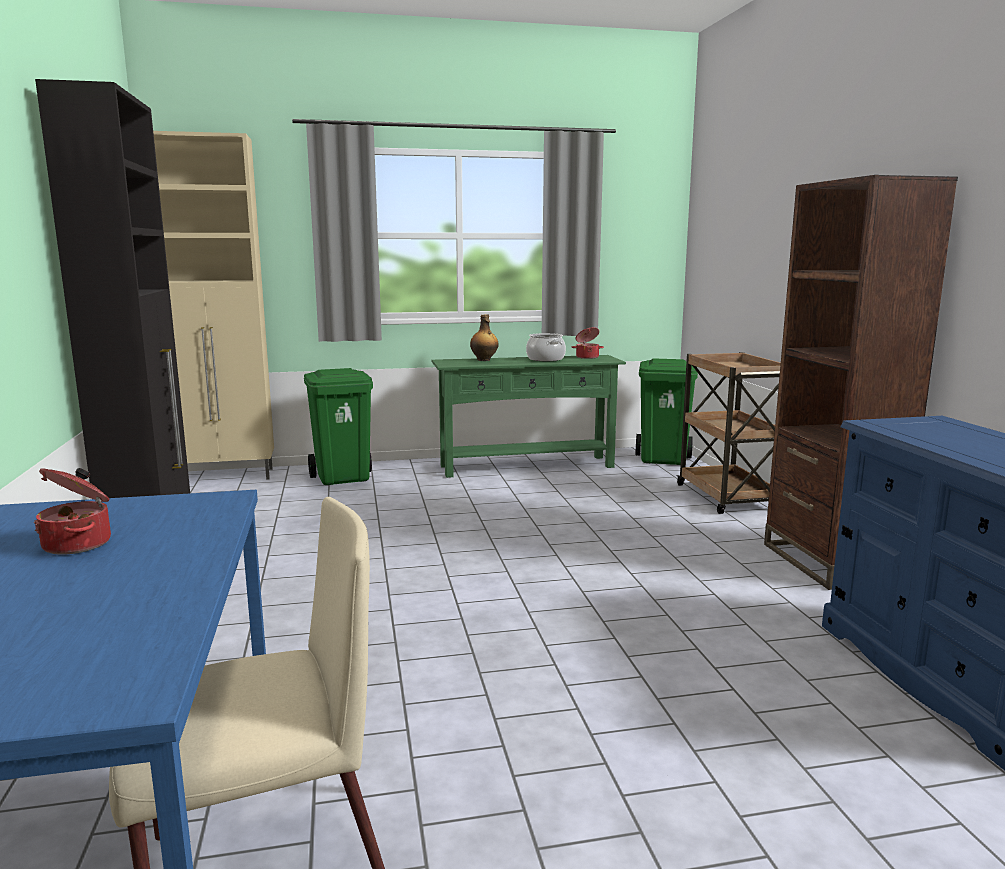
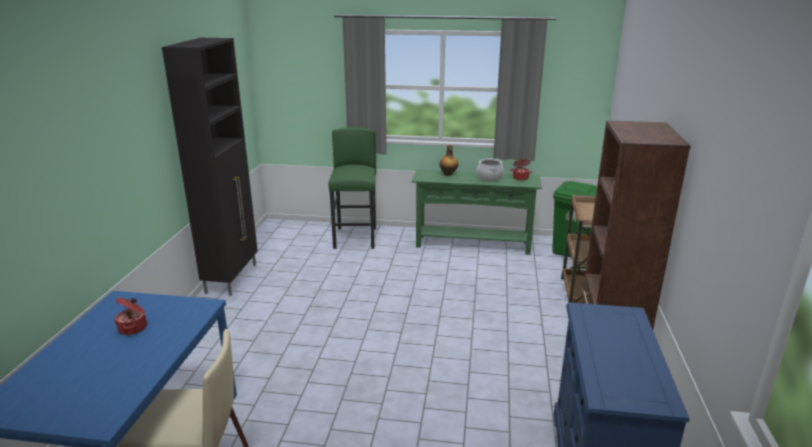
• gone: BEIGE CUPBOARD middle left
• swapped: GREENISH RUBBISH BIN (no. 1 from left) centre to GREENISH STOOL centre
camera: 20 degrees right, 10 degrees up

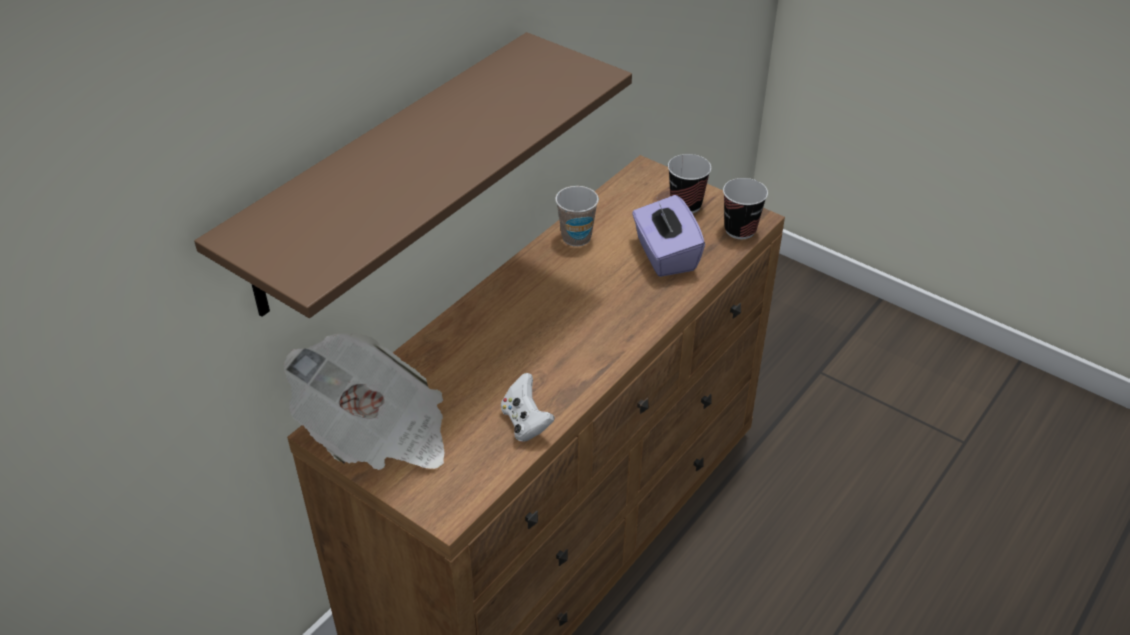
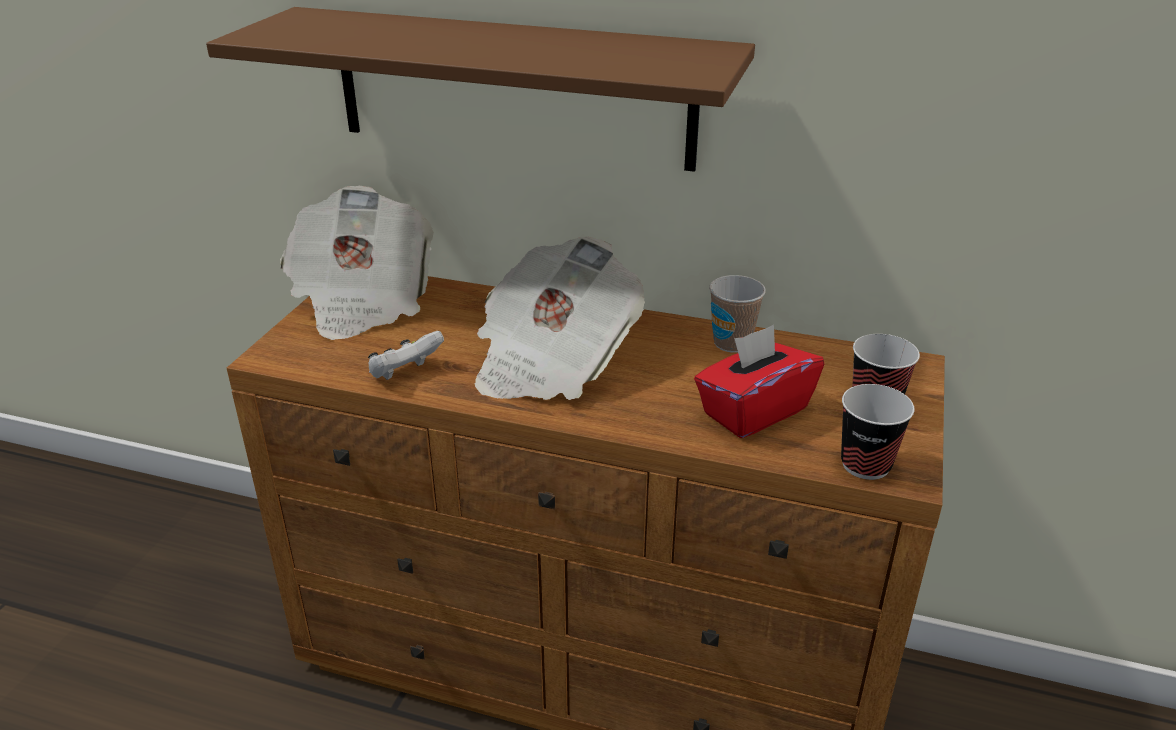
• new: NEWSPAPER (no. 2 from left) centre
• repainted: PURPLISH TISSUE HOLDER centre to RED-COLOURED TISSUE HOLDER centre
camera: 70 degrees right, 10 degrees down

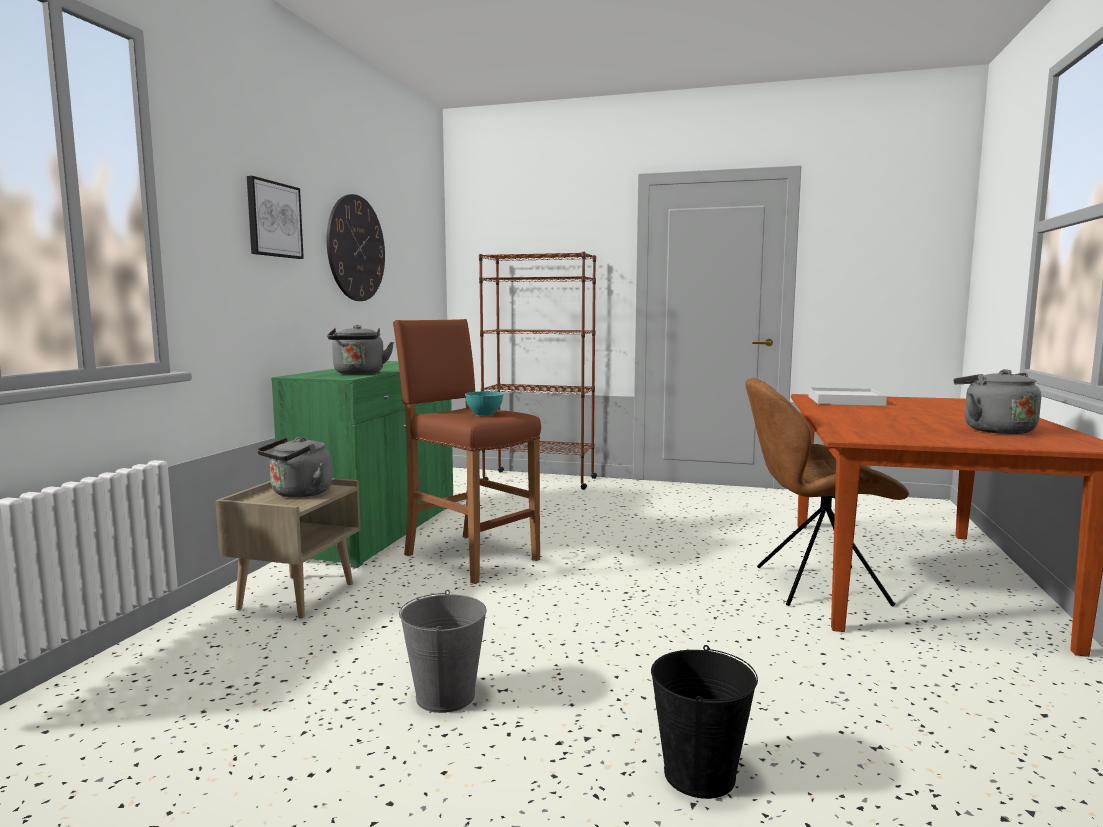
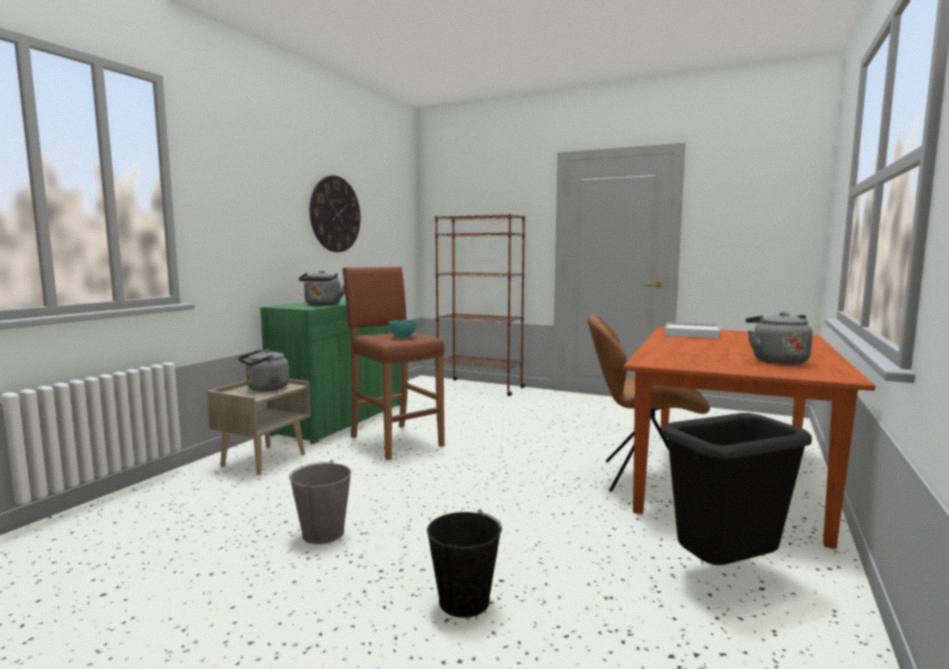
• gone: WALL PICTURE top left
• new: BLACKISH RUBBISH BIN bottom right
camera: 10 degrees right, 0 degrees up

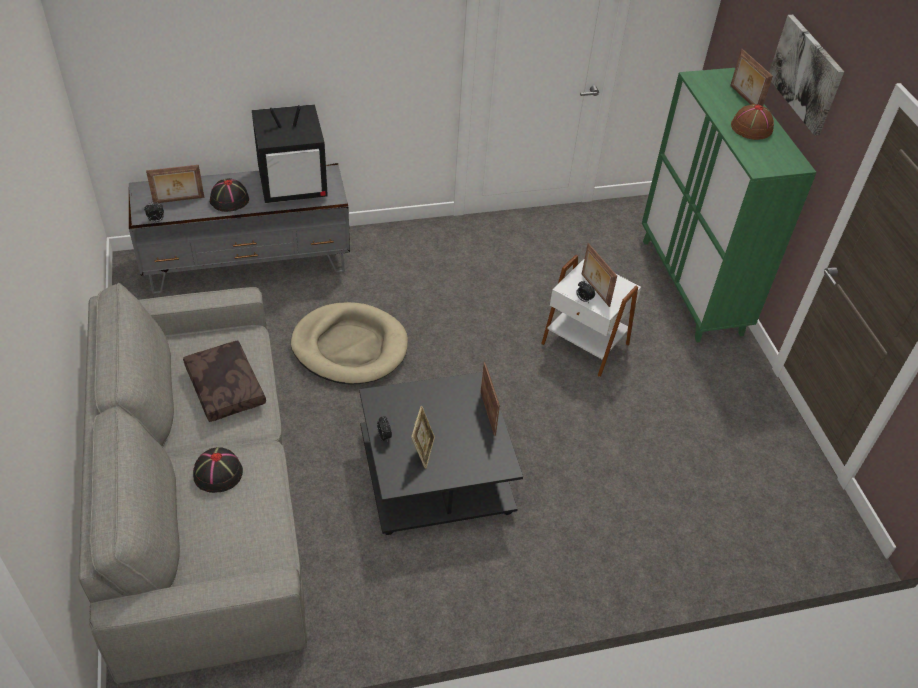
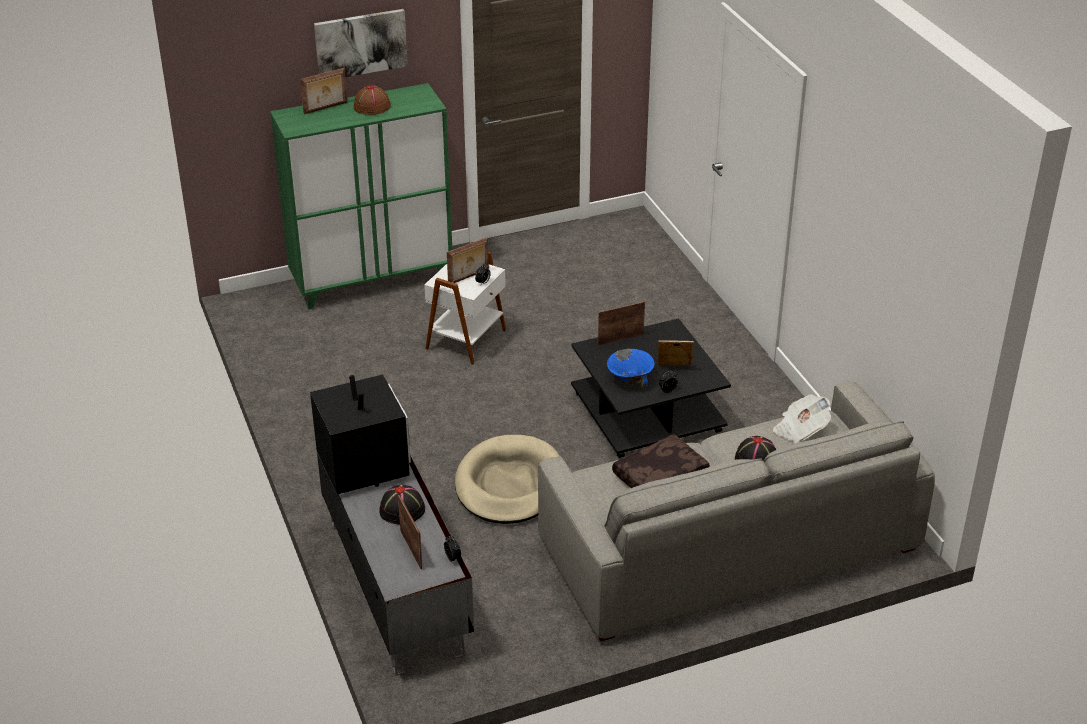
• new: BLUE SERVING BOWL centre
• new: NEWSPAPER middle right
camera: 95 degrees left, 10 degrees down

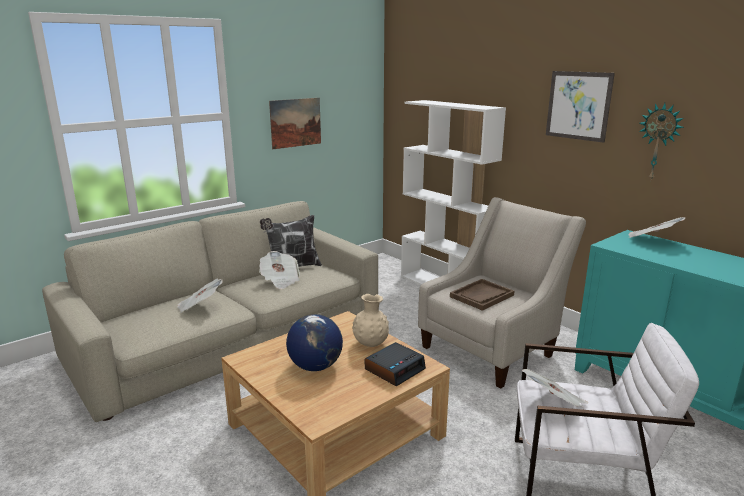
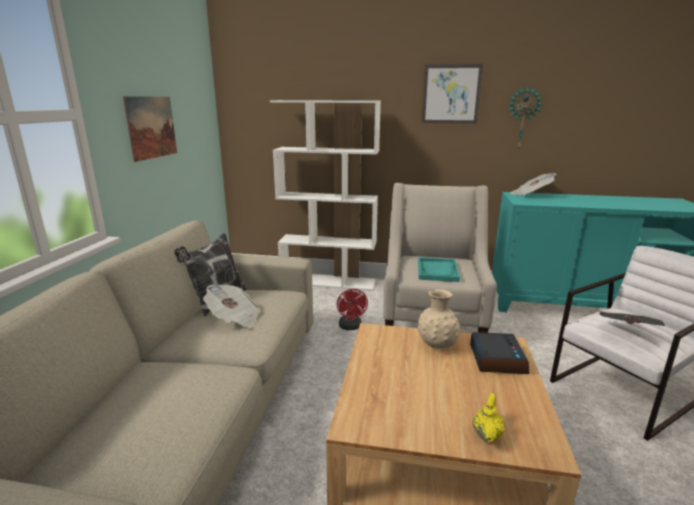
• gone: NEWSPAPER (no. 1 from left) middle left
• gone: GLOBE bottom centre
• new: RED-COLOURED COOLING FAN centre
• new: YELLOW-COLOURED TEA POT bottom right
• repainted: BROWN SERVING TRAY centre to BLUE-GREEN SERVING TRAY centre
camera: 40 degrees left, 0 degrees up

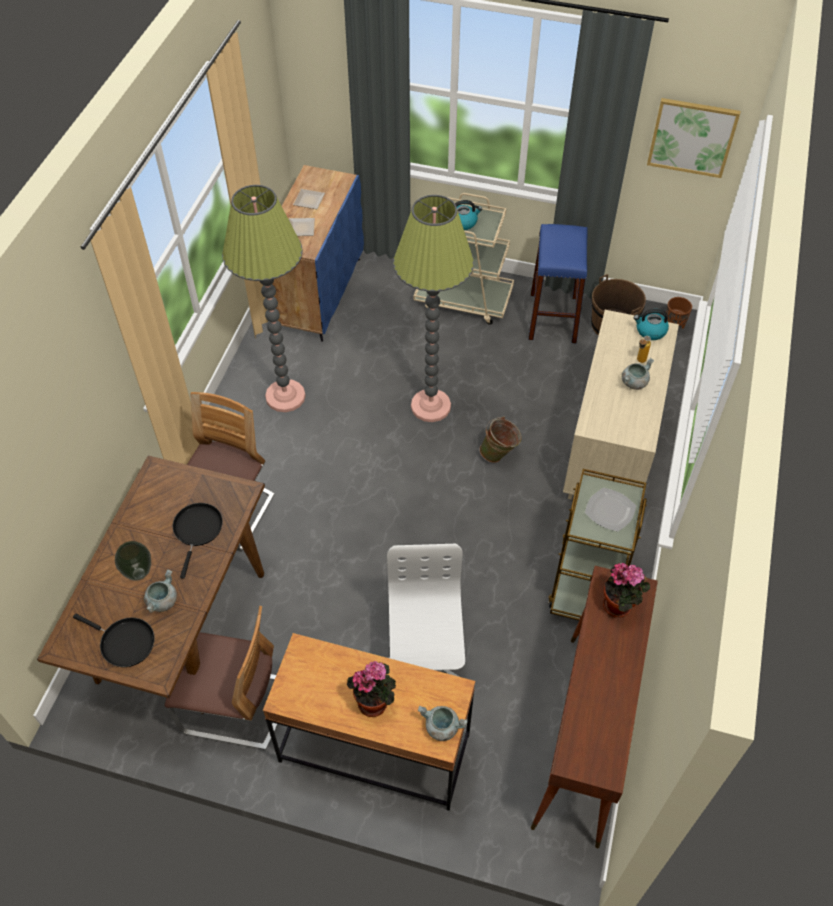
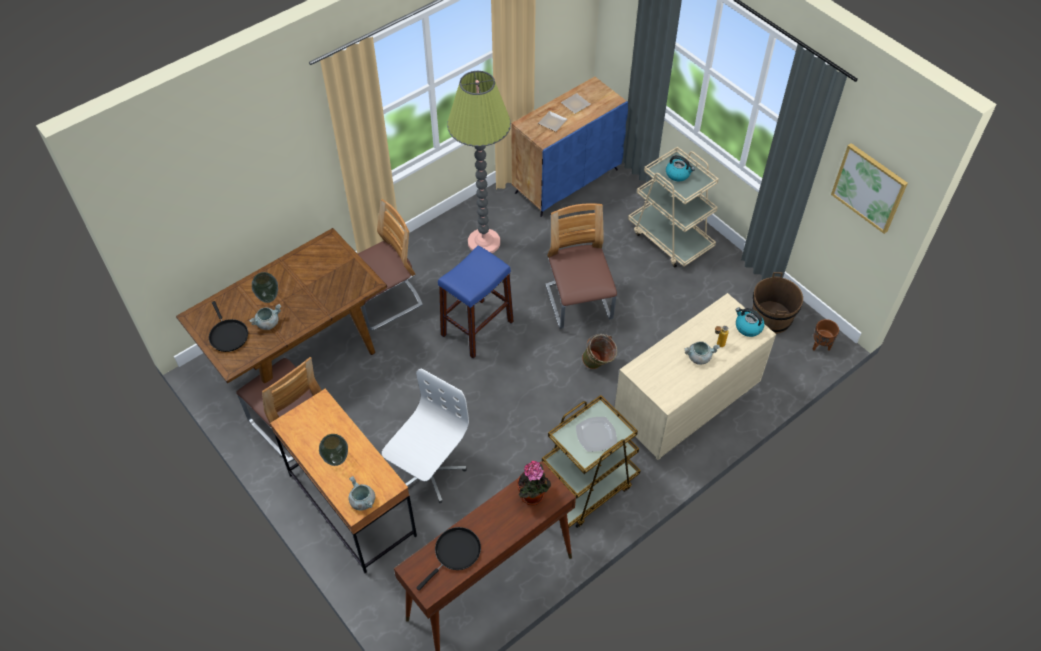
• shifted: BLACKISH SKILLET (no. 2 from left) middle left to bottom centre
• shifted: BLUE STOOL top right to centre
• swapped: PLANT IN A POT (no. 1 from left) bottom centre to FLOWER VASE (no. 2 from left) bottom left
• swapped: STANDING LAMP (no. 2 from left) centre to UPRIGHT CHAIR (no. 3 from left) centre
camera: 35 degrees right, 0 degrees up

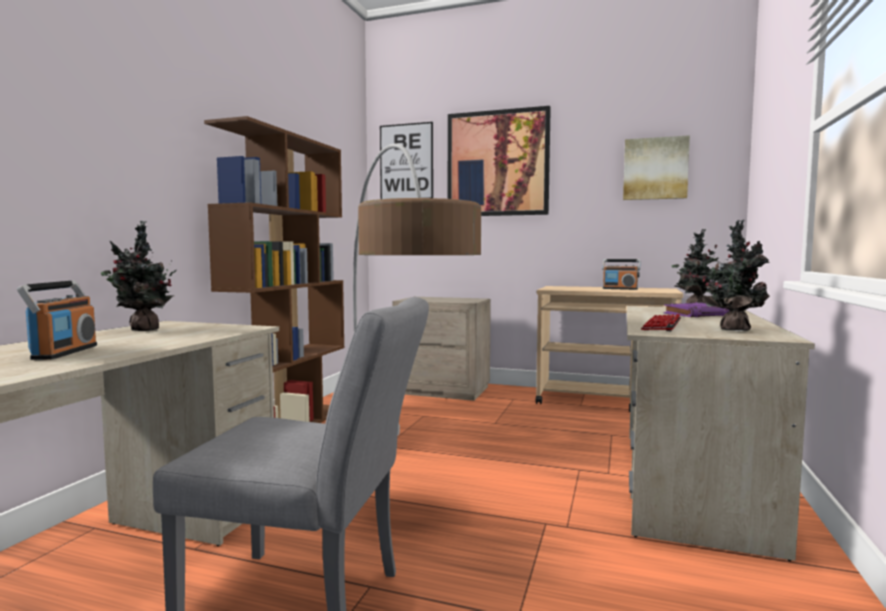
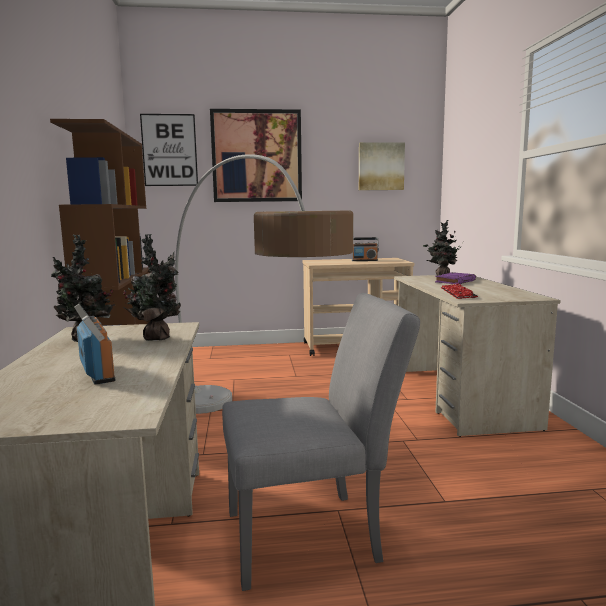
• gone: BEIGE BEDSIDE TABLE centre
• shifted: PLANT IN A POT (no. 3 from left in the first image) middle right to PLANT IN A POT (no. 2 from left) middle left
camera: 25 degrees left, 5 degrees up

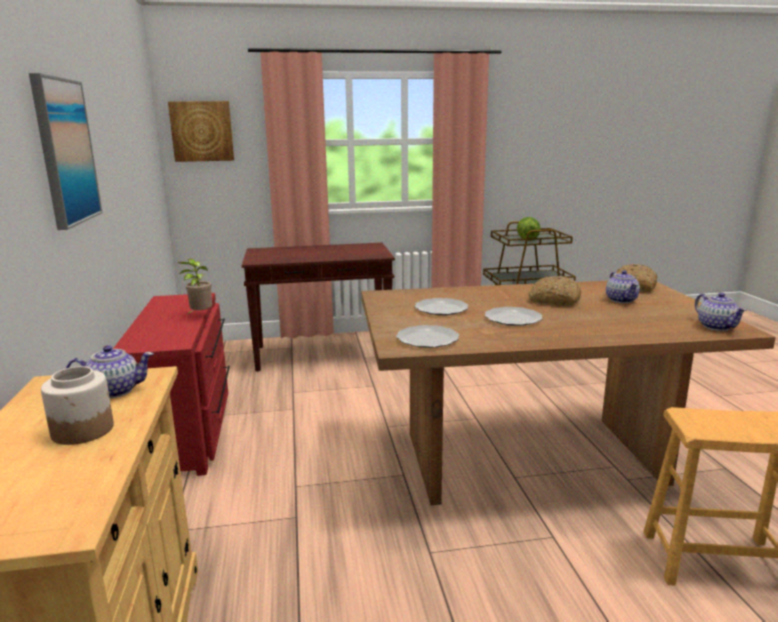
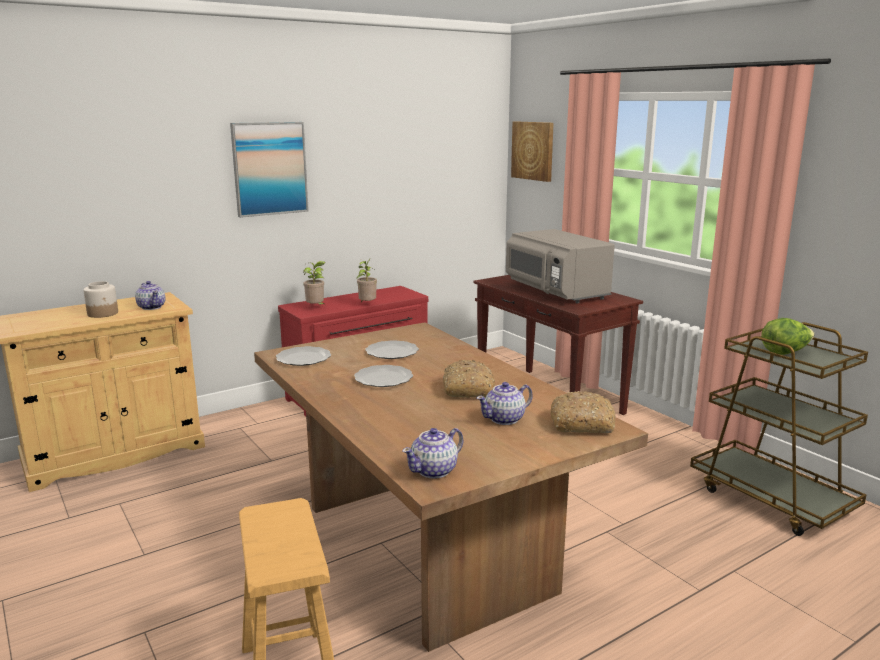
• new: PLANT IN A POT (no. 1 from left) centre
• new: GREYISH MICROWAVE OVEN centre
camera: 65 degrees right, 0 degrees up

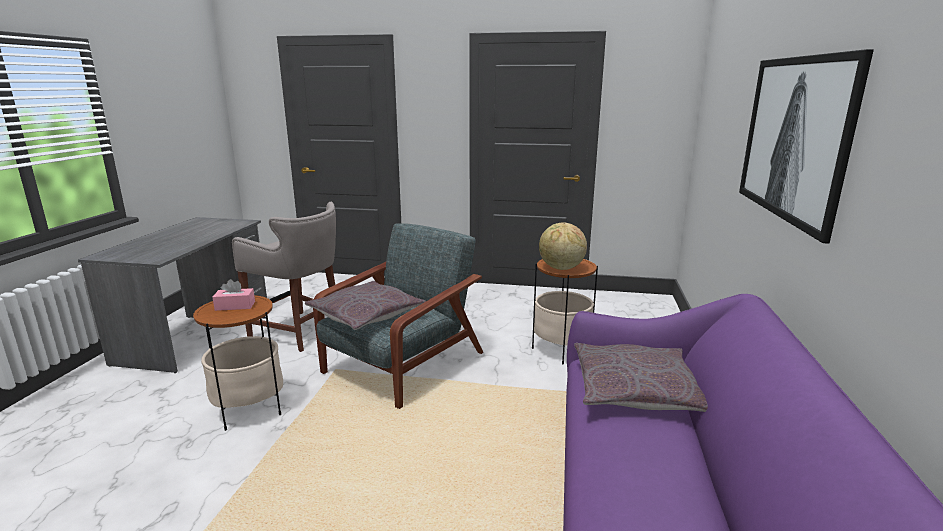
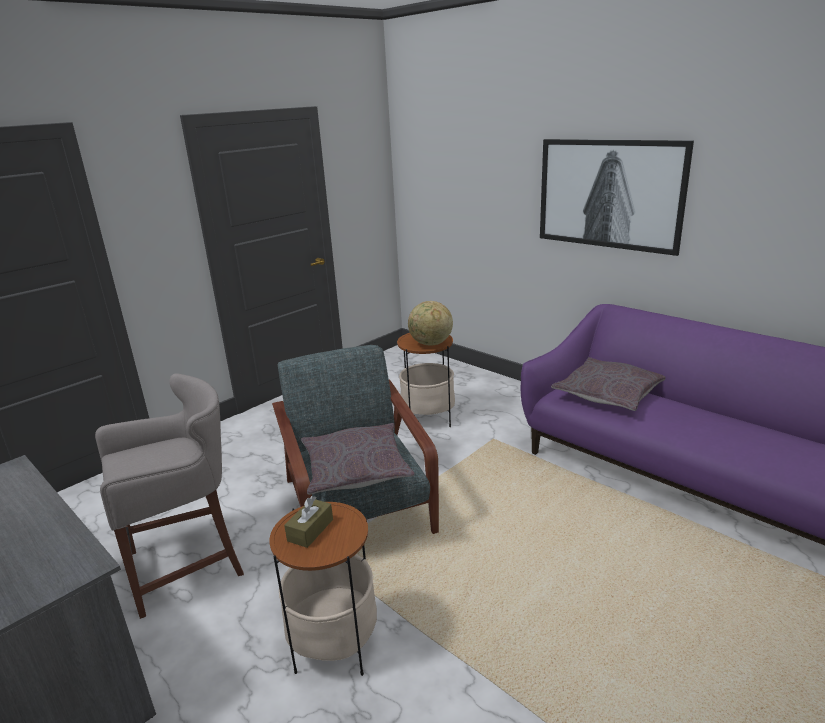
• repainted: PINK TISSUE HOLDER middle left to BROWN TISSUE HOLDER bottom centre
camera: 55 degrees left, 5 degrees up

